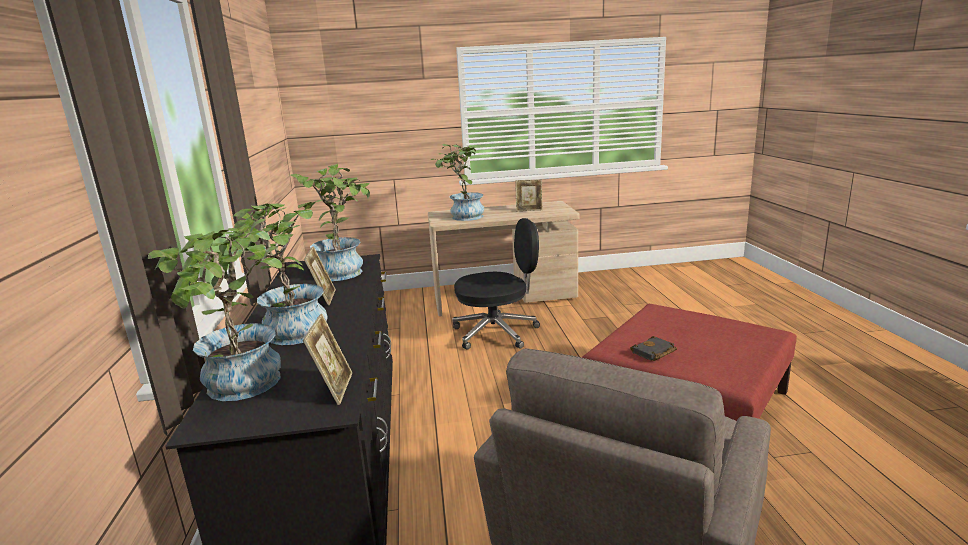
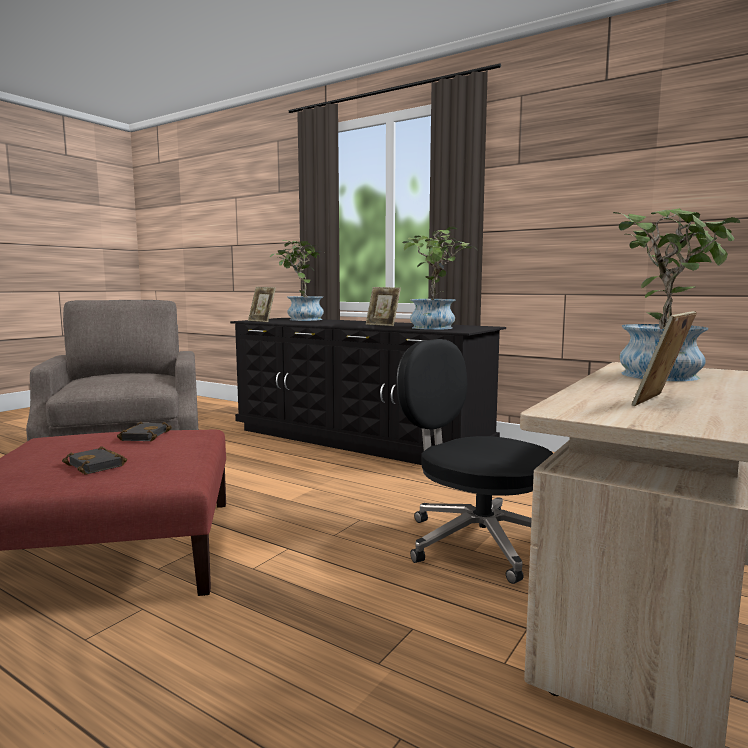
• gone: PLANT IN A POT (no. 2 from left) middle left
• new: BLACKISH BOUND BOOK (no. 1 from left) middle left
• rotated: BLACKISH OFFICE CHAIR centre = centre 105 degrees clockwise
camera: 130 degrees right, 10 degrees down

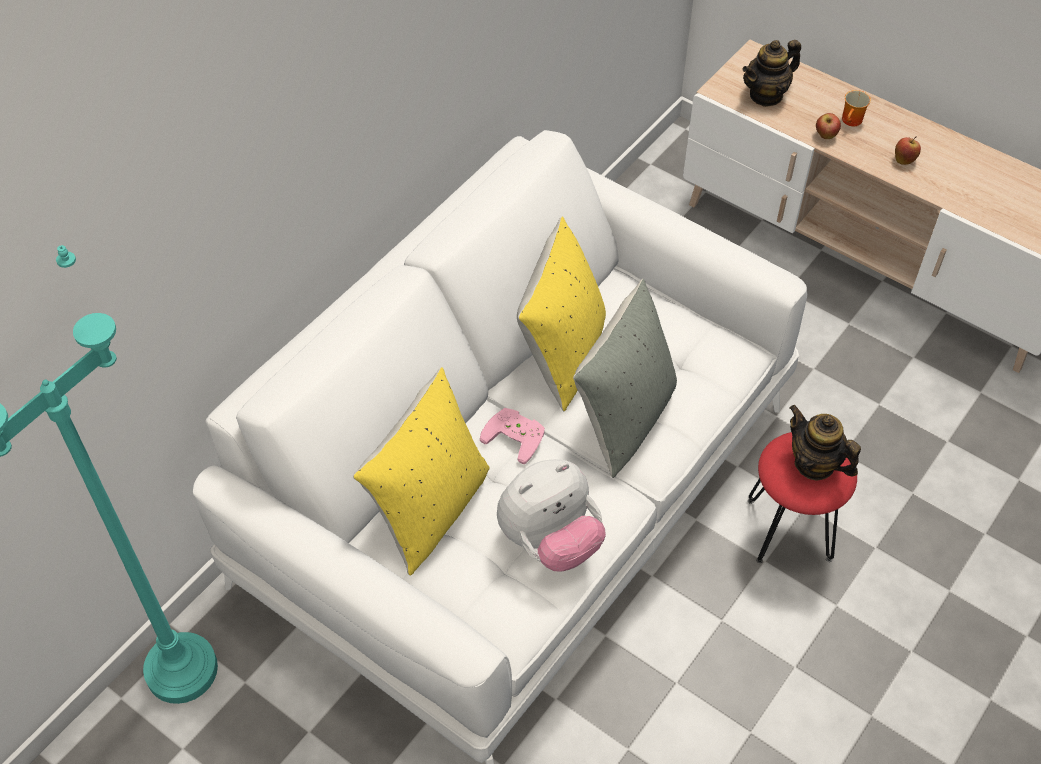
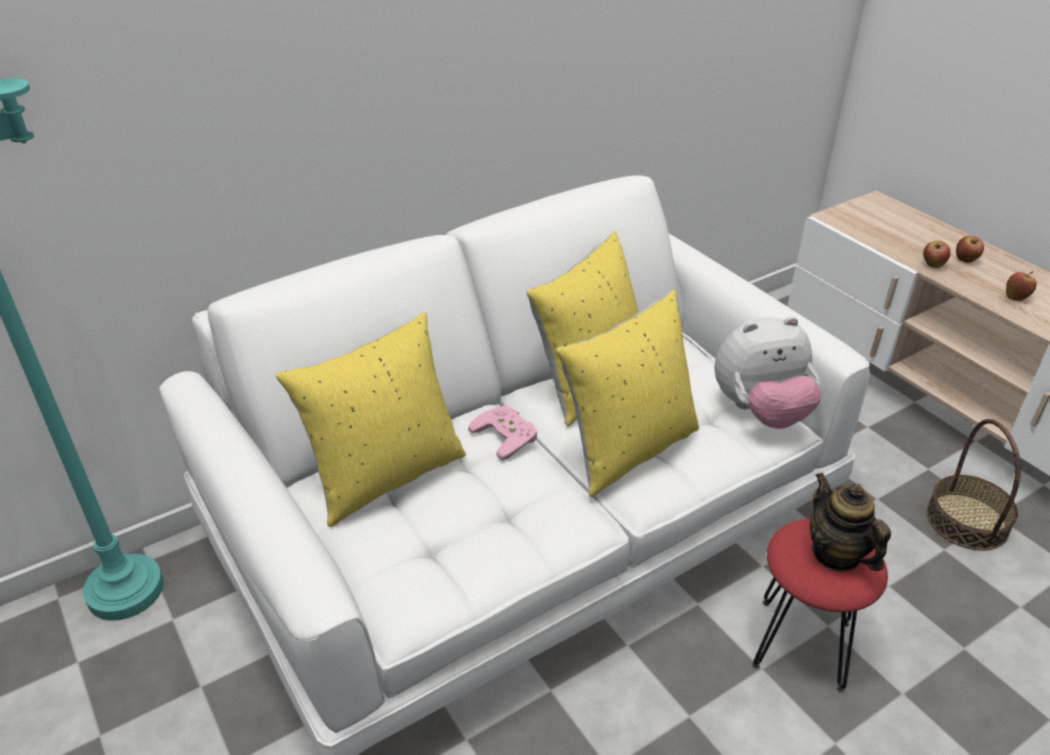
• gone: TEA POT (no. 1 from left) top right
• new: HOUSEHOLD BASKET middle right
• shifted: PLUSH TOY bottom centre to middle right
• swapped: COFFEE MUG top right to APPLE (no. 2 from left) top right
• repainted: GREYISH THROW PILLOW centre to YELLOW-COLOURED THROW PILLOW (no. 3 from left) centre
camera: 20 degrees right, 15 degrees down

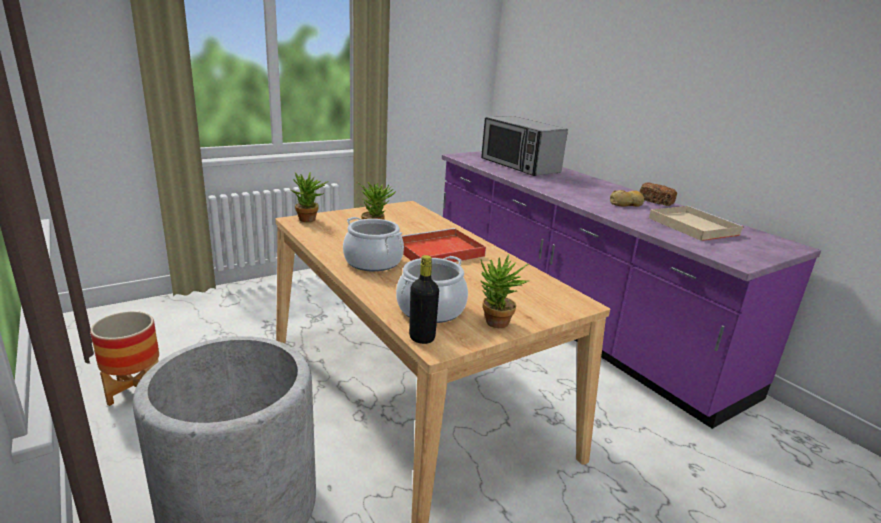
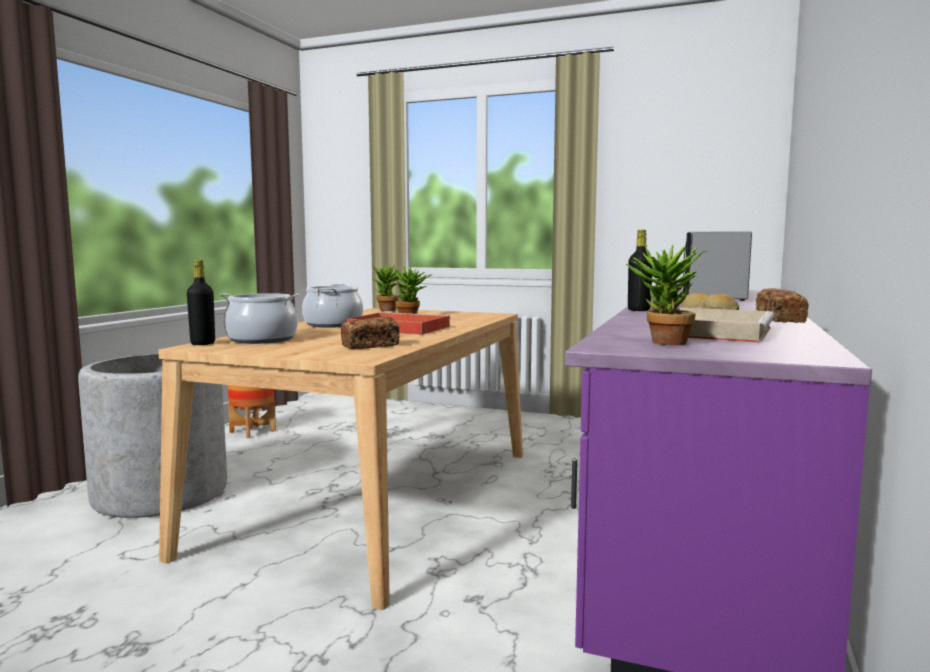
• new: BREAD (no. 1 from left) centre
• new: BLACKISH BEVERAGE BOTTLE (no. 2 from left) middle right
• shifted: PLANT IN A POT (no. 3 from left) centre to middle right
camera: 55 degrees right, 15 degrees down

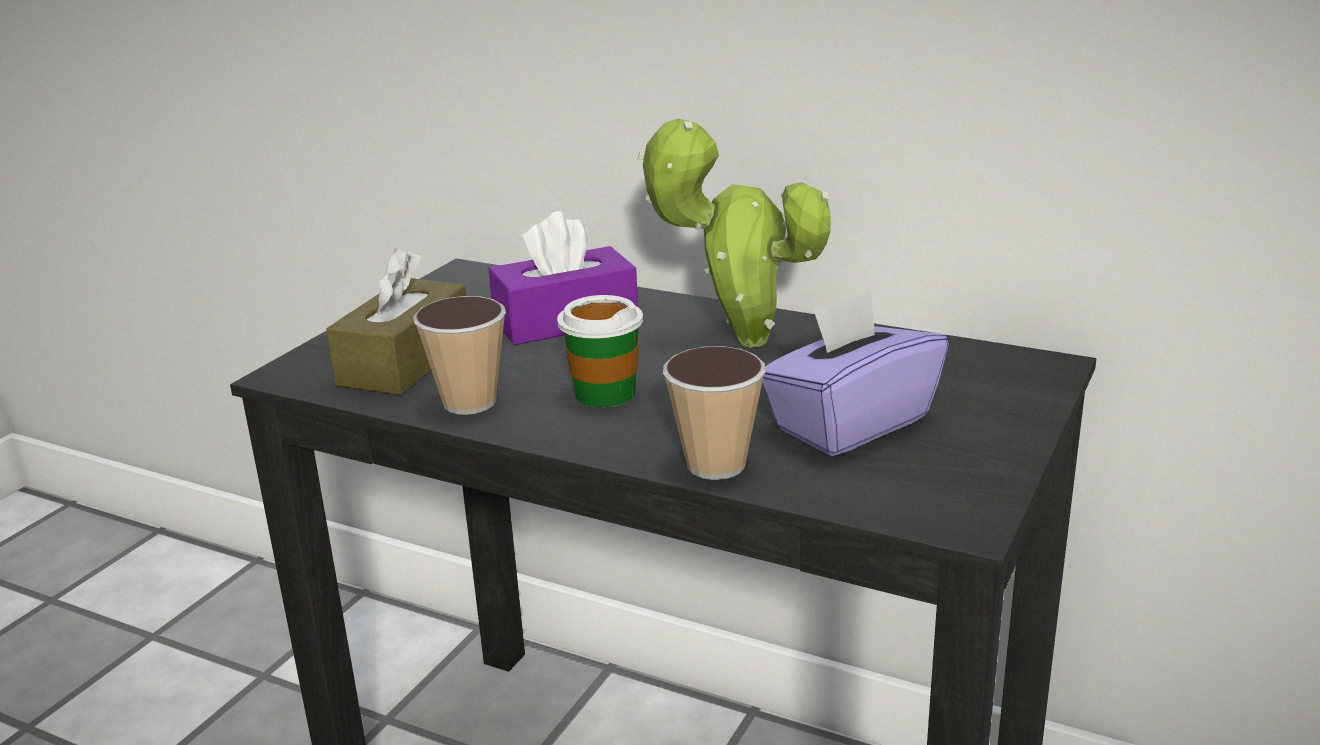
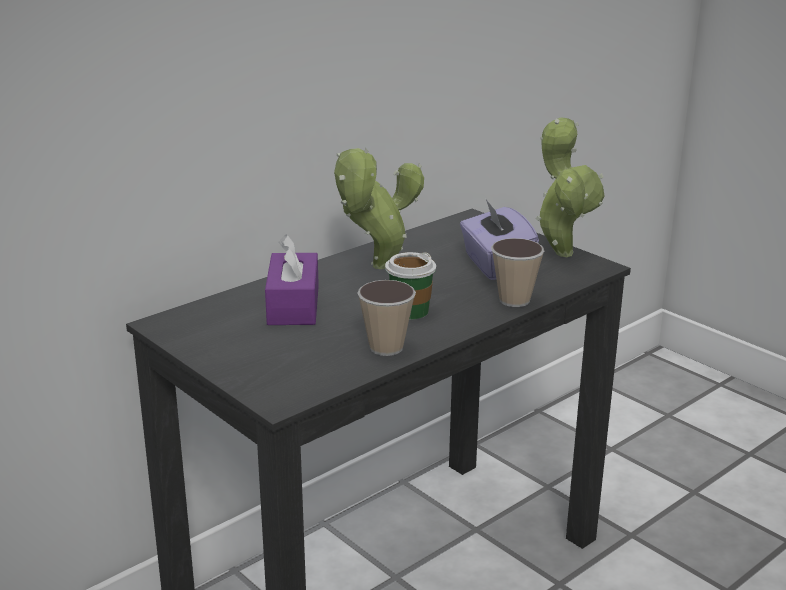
• gone: BROWN TISSUE HOLDER middle left
• new: PLANT IN A POT (no. 2 from left) top right
camera: 70 degrees left, 0 degrees up

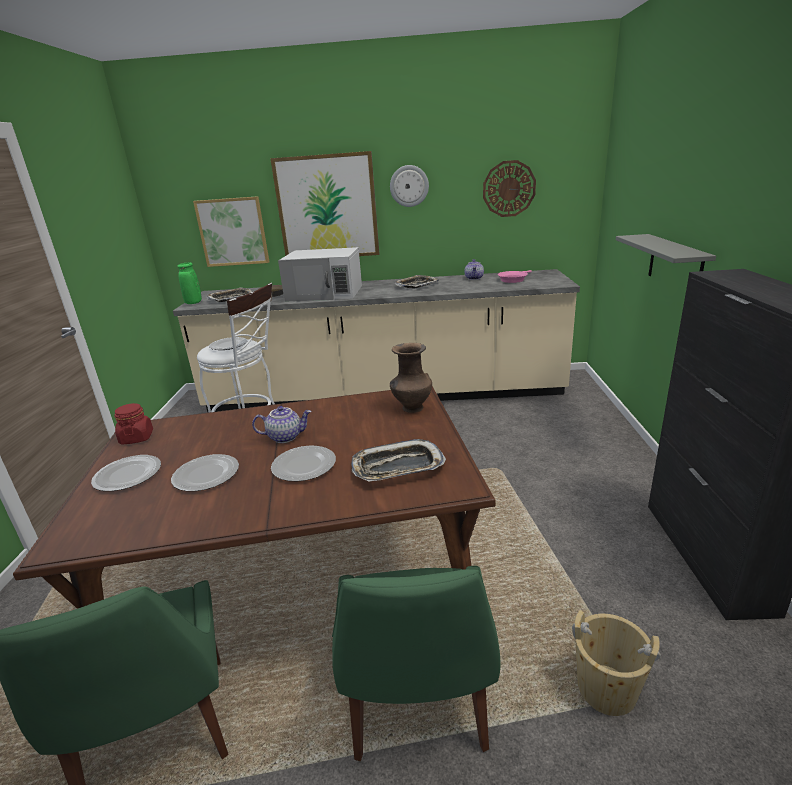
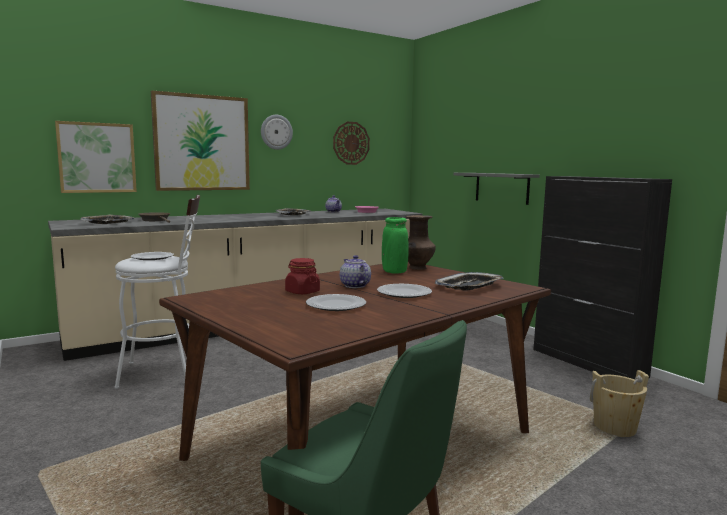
• gone: DINNER PLATE (no. 1 from left) middle left
• gone: WHITE-COLOURED MICROWAVE OVEN centre
• gone: GREENISH UPRIGHT CHAIR (no. 2 from left) bottom centre
• shifted: RED-COLOURED PRESERVE JAR middle left to centre
• shifted: GREENISH FLOWER VASE middle left to centre
• rotated: TEA POT (no. 1 from left in the first image) centre = centre 75 degrees counterclockwise
camera: 35 degrees left, 15 degrees down

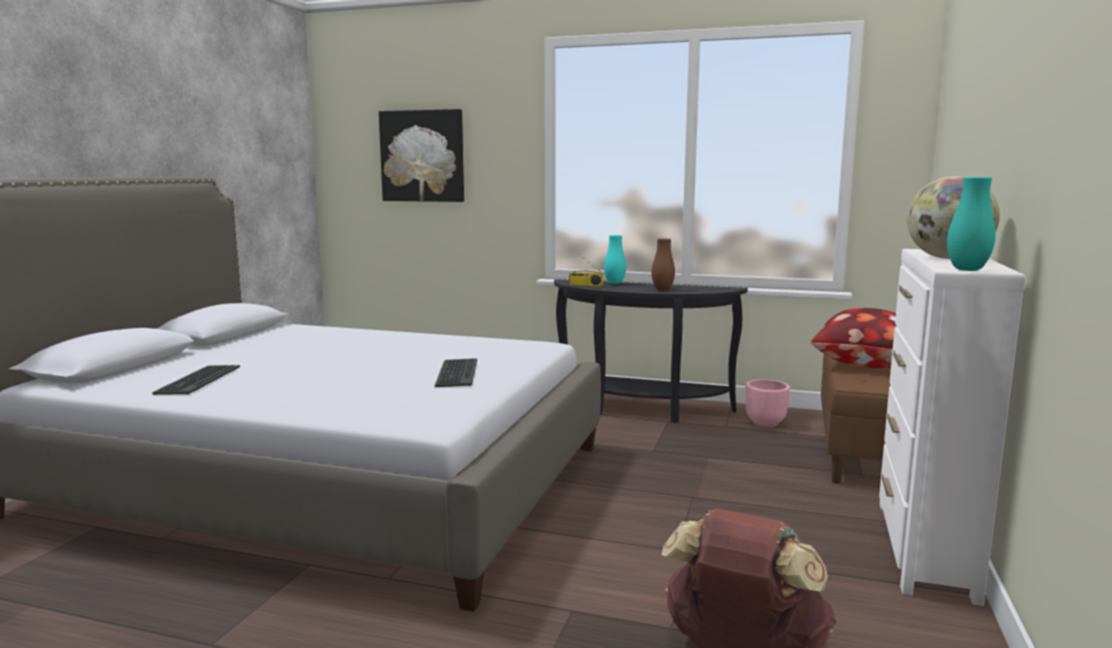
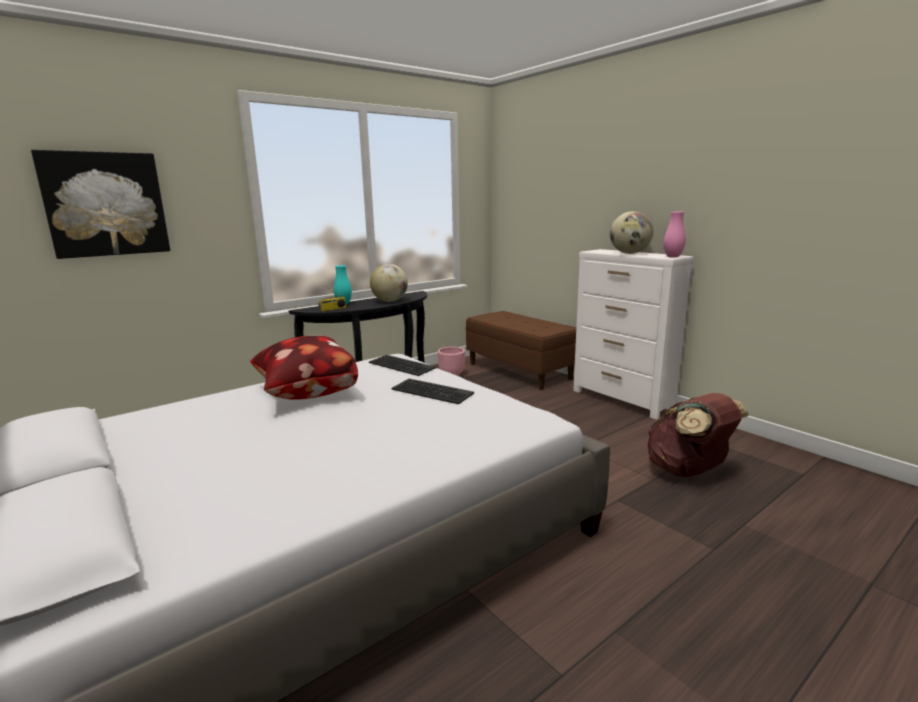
• shifted: KEYBOARD (no. 1 from left) middle left to centre
• shifted: THROW PILLOW middle right to middle left
• swapped: BROWN FLOWER VASE centre to GLOBE (no. 1 from left) centre
• repainted: BLUE-GREEN FLOWER VASE (no. 2 from left) middle right to PINK FLOWER VASE middle right
camera: 55 degrees left, 5 degrees up

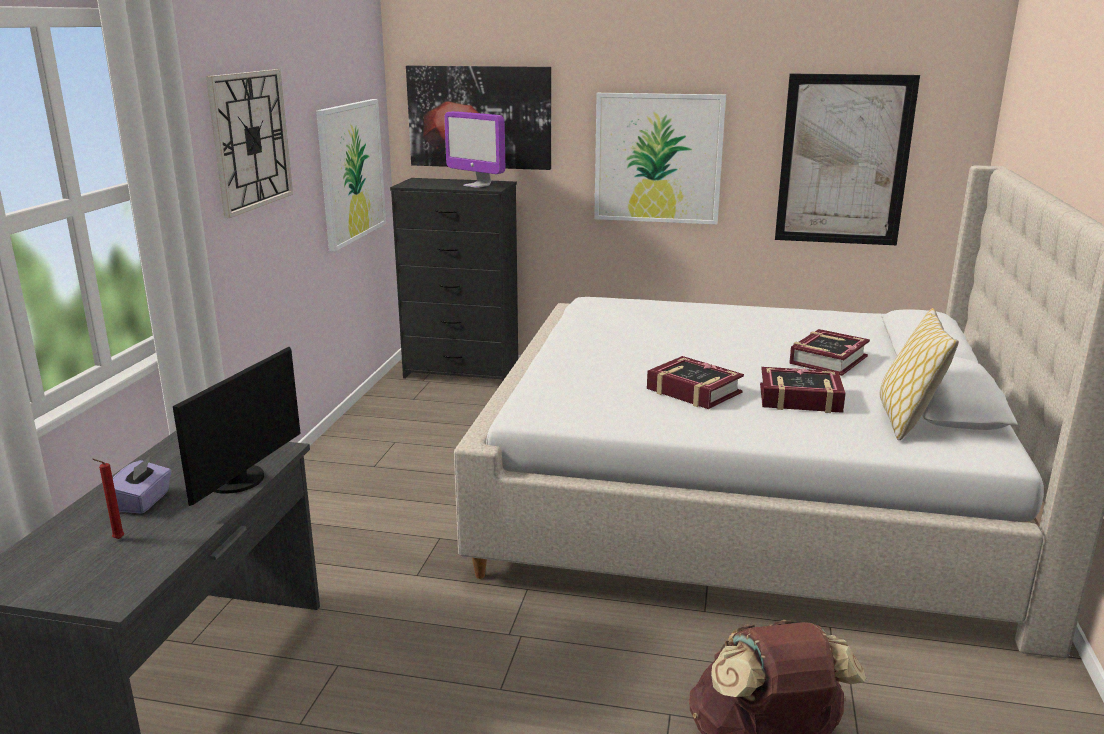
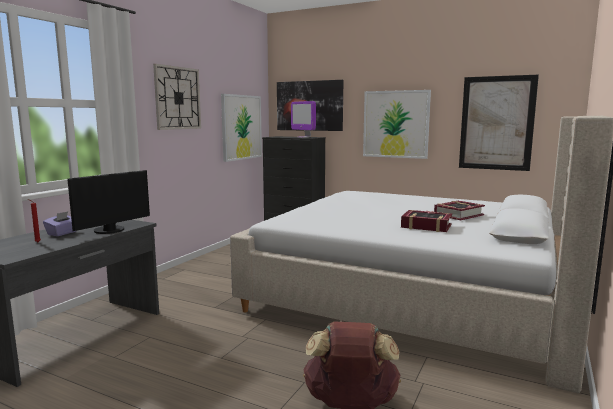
• gone: BOUND BOOK (no. 1 from left) centre
• gone: THROW PILLOW middle right
camera: 15 degrees right, 10 degrees down

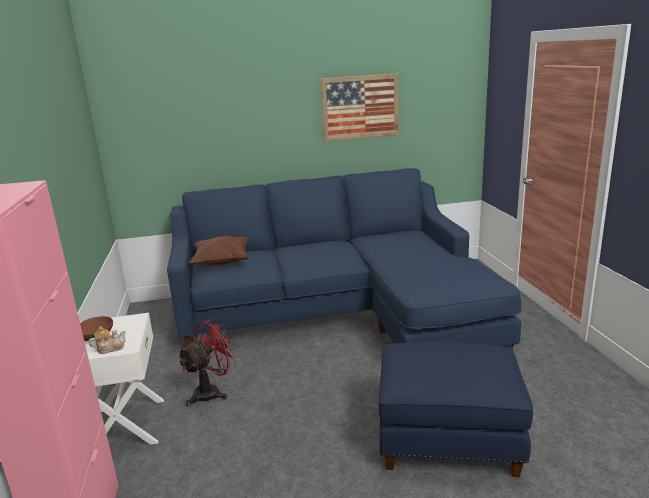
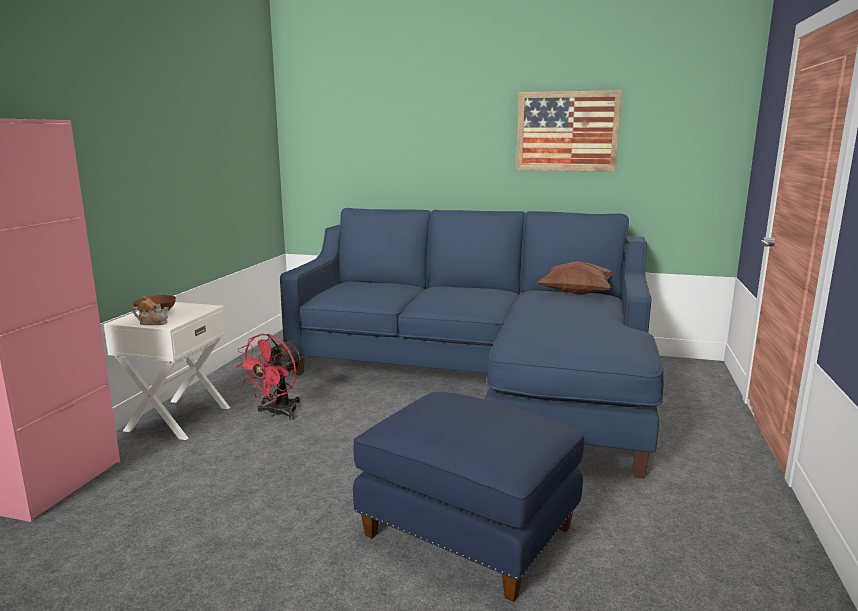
• shifted: BROWN THROW PILLOW centre to middle right
• rotated: RED-COLOURED COOLING FAN bottom left = middle left 135 degrees clockwise
camera: 25 degrees right, 5 degrees down

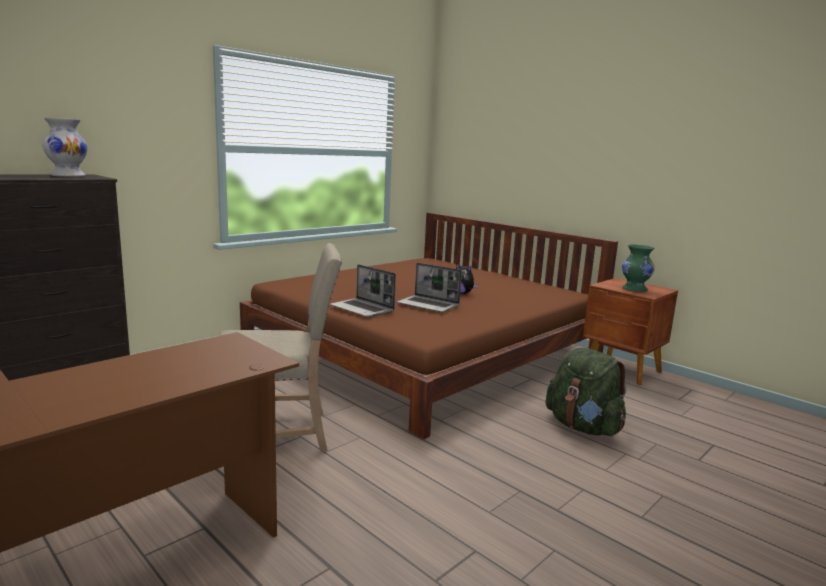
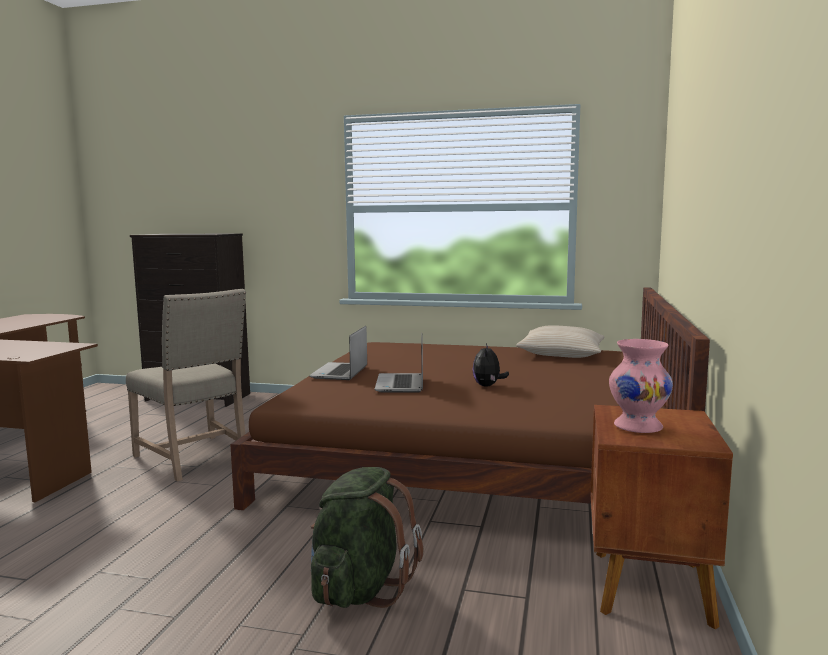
• gone: WHITE-COLOURED FLOWER VASE top left
• new: BEIGE THROW PILLOW middle right
• repainted: GREENISH FLOWER VASE middle right to PINK FLOWER VASE middle right
camera: 60 degrees right, 5 degrees down

